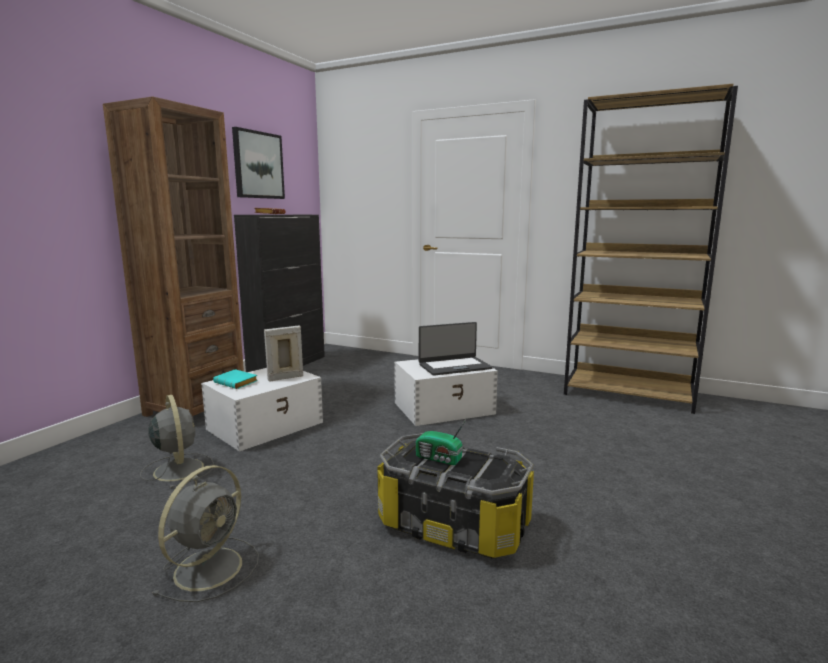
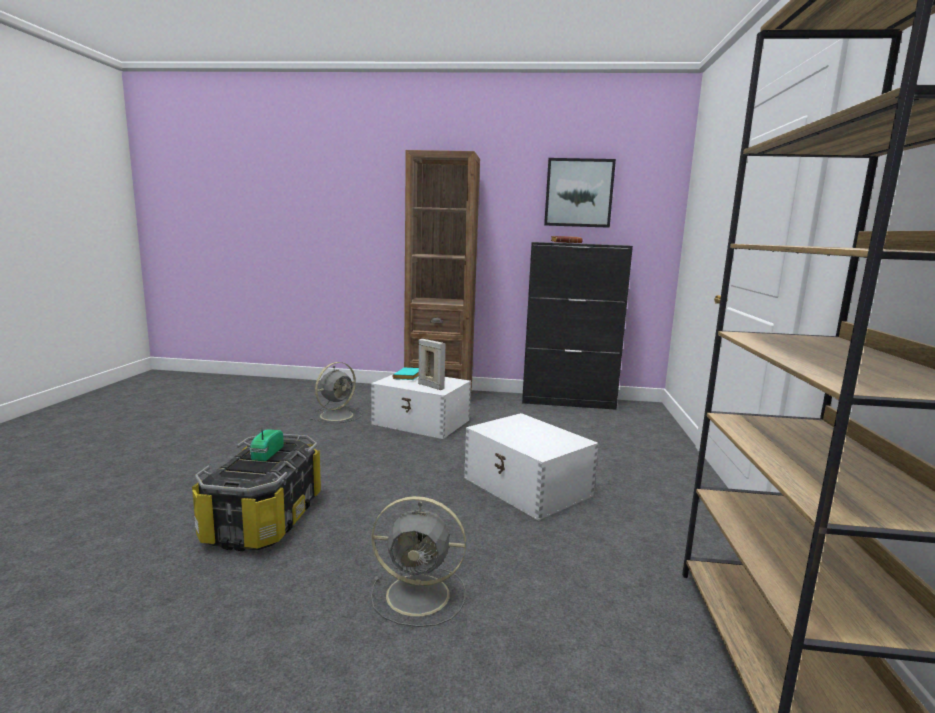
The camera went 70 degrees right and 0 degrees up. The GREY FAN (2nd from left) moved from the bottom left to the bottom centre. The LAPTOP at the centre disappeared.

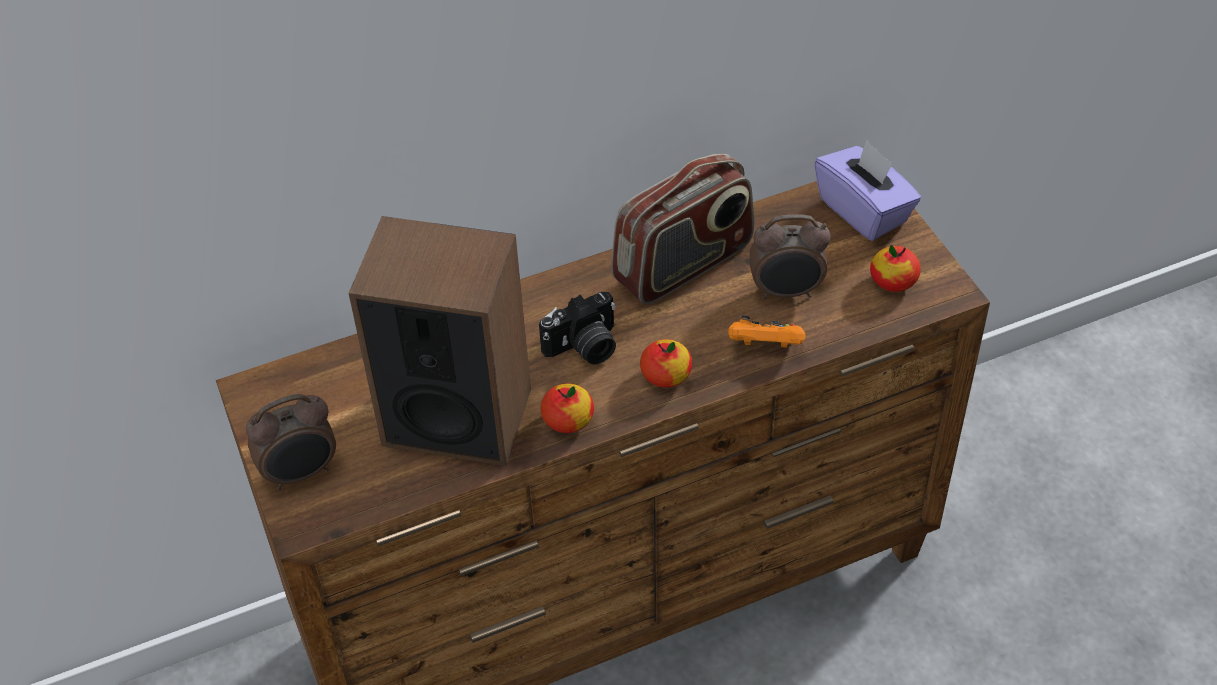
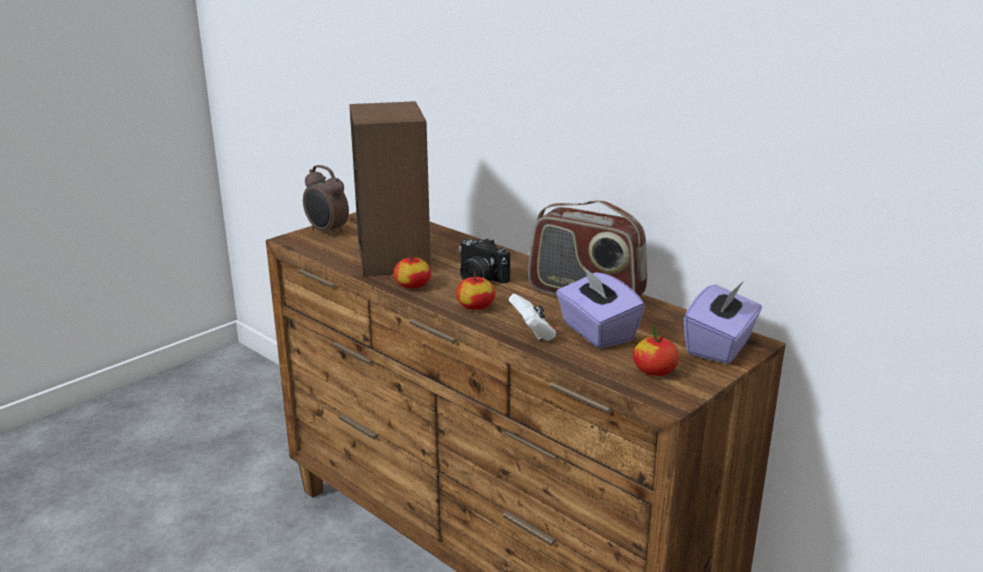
The camera went 65 degrees right and 25 degrees down. The ORANGE GAME CONTROLLER at the centre became the WHITE GAME CONTROLLER at the centre. The ALARM CLOCK (2nd from left) at the centre was replaced by the PURPLE TISSUE BOX (1st from left) at the centre.

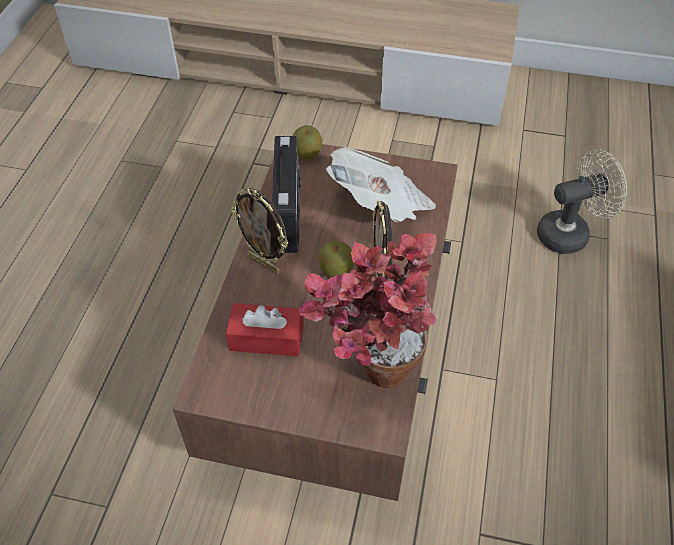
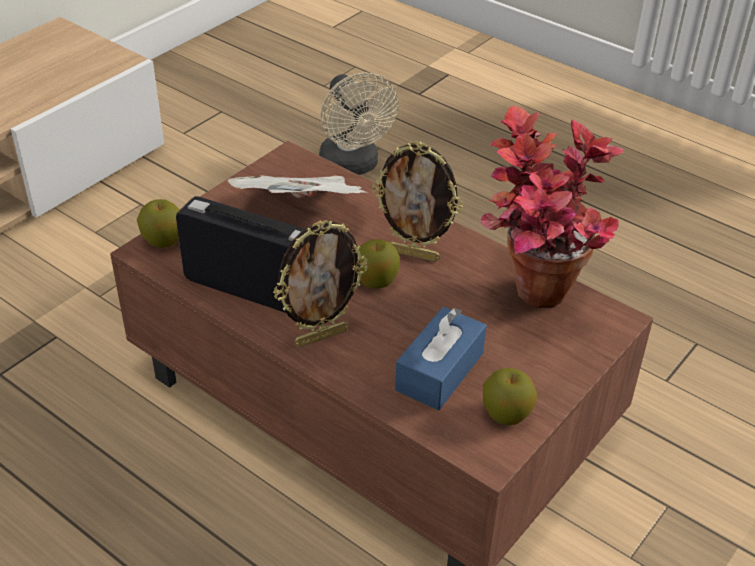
The camera went 65 degrees left and 10 degrees down. The BEIGE FAN at the middle right turned 150 degrees clockwise. The RED TISSUE BOX at the centre became the BLUE TISSUE BOX at the centre. The APPLE (3rd from left) at the bottom right appeared.

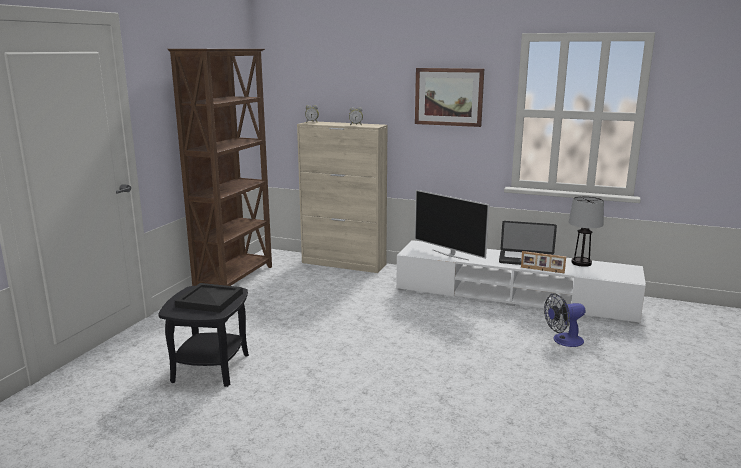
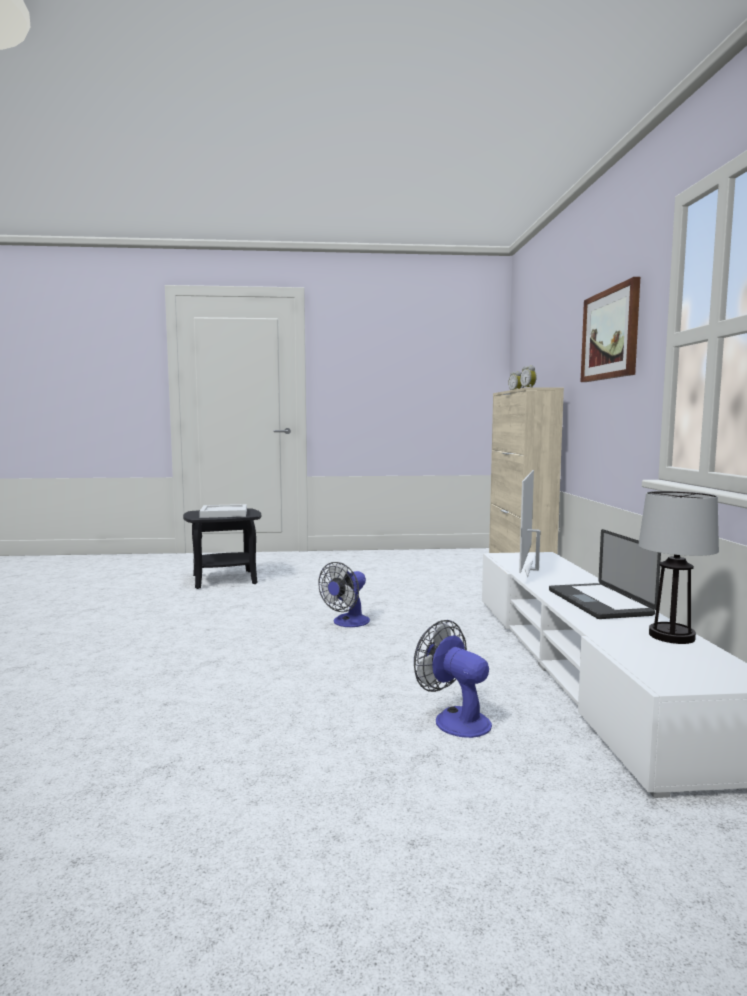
The camera went 65 degrees right and 10 degrees down. The BLACK TRAY at the middle left became the WHITE TRAY at the middle left. The FAN (1st from left) at the centre appeared. The BROWN BOOKCASE at the middle left disappeared. The PICTURE FRAME at the middle right disappeared.

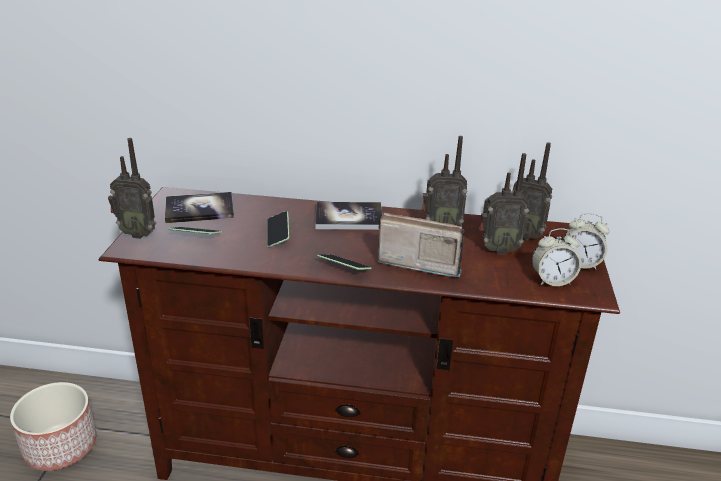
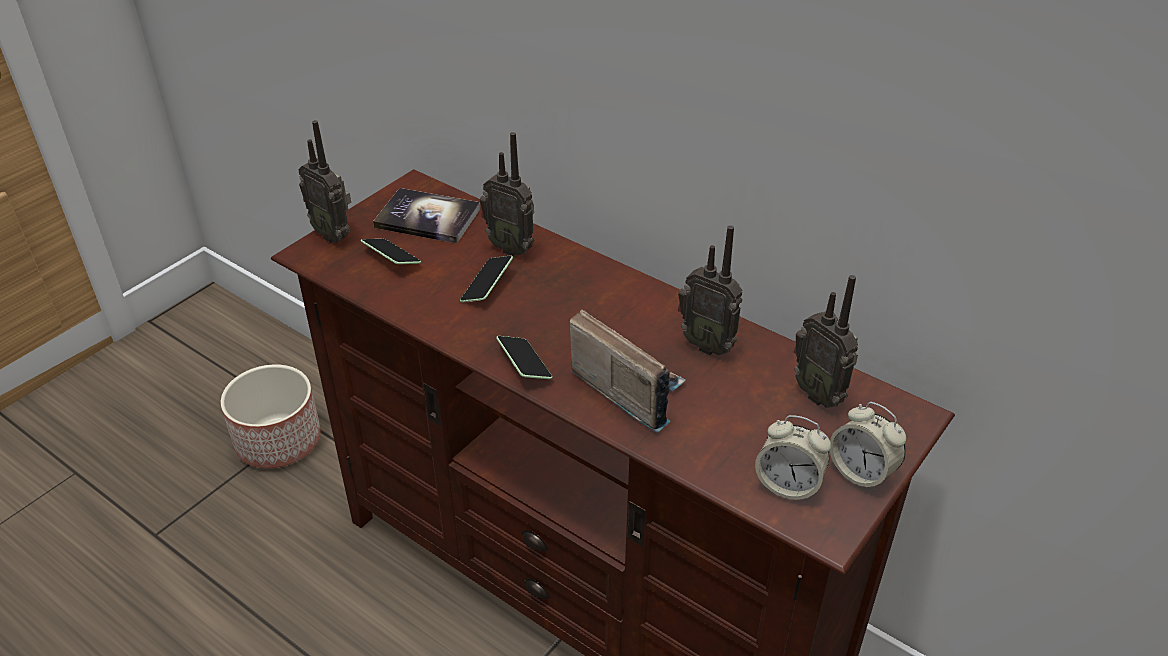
The camera went 30 degrees right and 10 degrees up. The RADIO (4th from left in the first image) moved from the middle right to the top centre. The BOOK (2nd from left) at the centre disappeared.

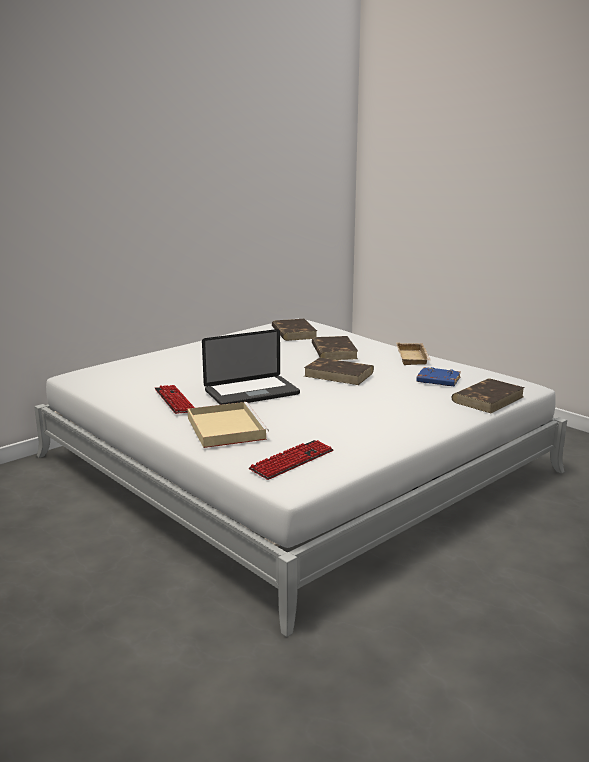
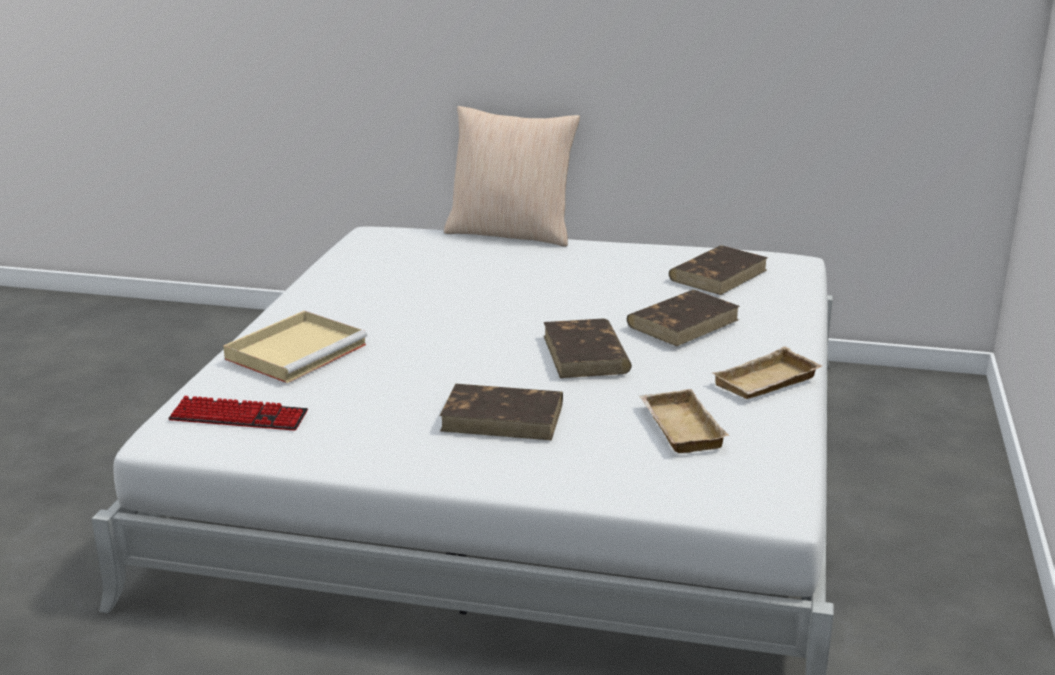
The camera went 55 degrees right and 5 degrees up. The BROWN BOOK (4th from left in the first image) moved from the middle right to the centre. The BEIGE PILLOW at the top centre appeared. The BLUE BOOK at the middle right was replaced by the BEIGE TRAY (2nd from left) at the centre. The KEYBOARD (1st from left) at the middle left disappeared. The LAPTOP at the centre disappeared.

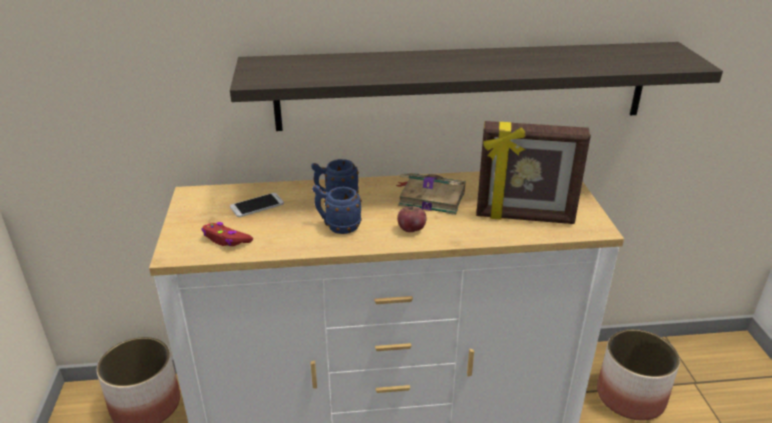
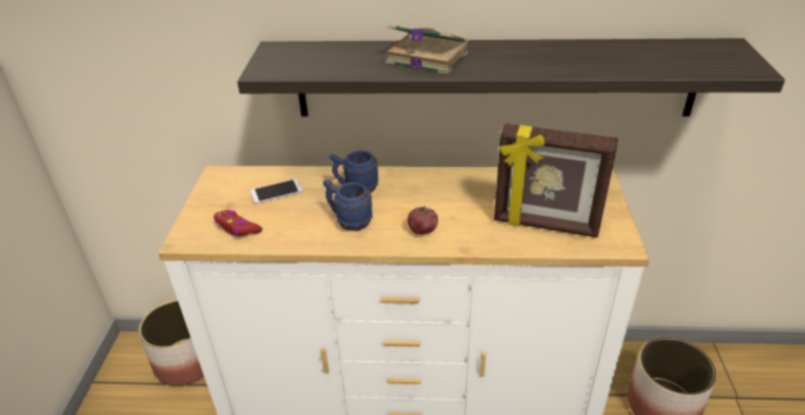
The camera went 10 degrees right and 5 degrees up. The BOOK moved from the centre to the top centre.

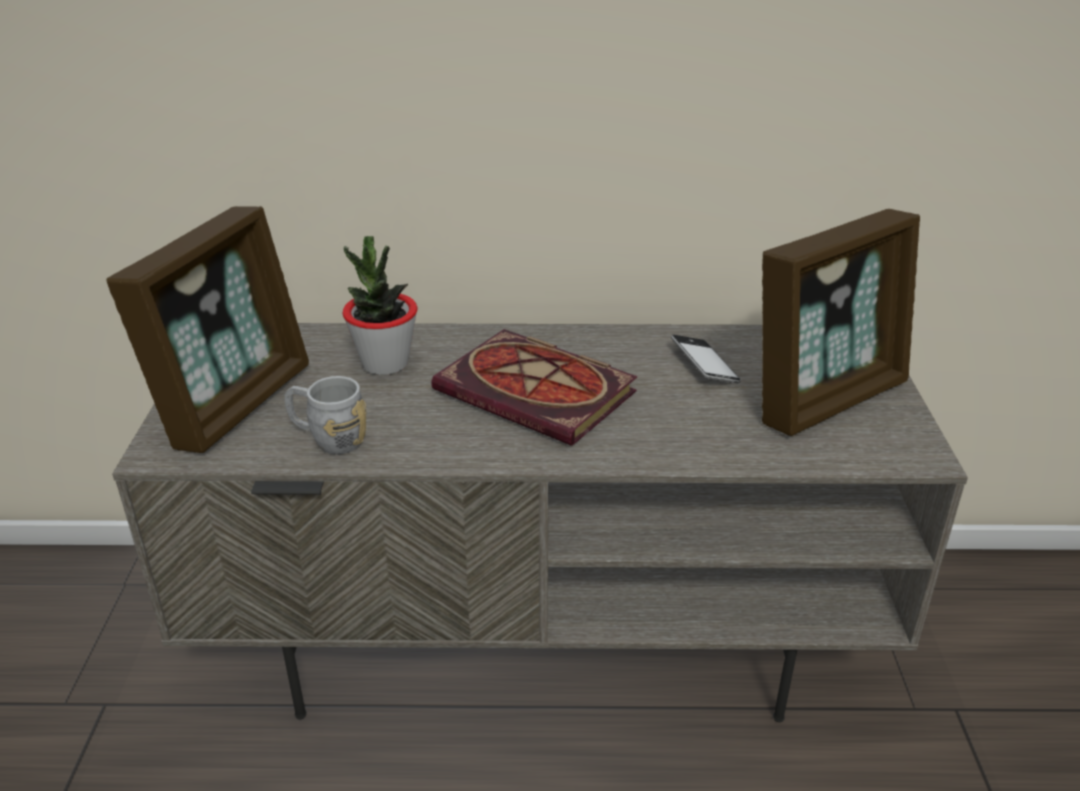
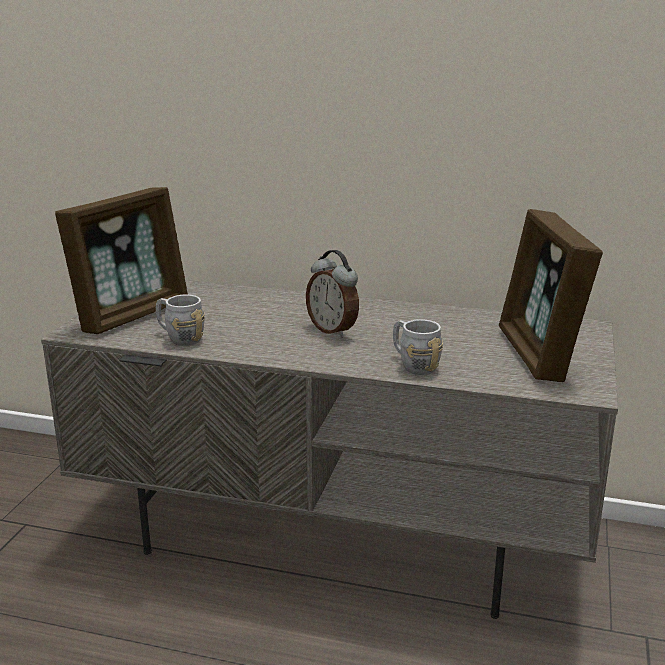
The camera went 15 degrees right and 10 degrees down. The BOOK at the centre was replaced by the ALARM CLOCK at the centre. The GREY MUG (2nd from left) at the centre appeared. The PICTURE FRAME (2nd from left) at the middle right turned 105 degrees clockwise. The POTTED PLANT at the centre disappeared. The PHONE at the centre disappeared.

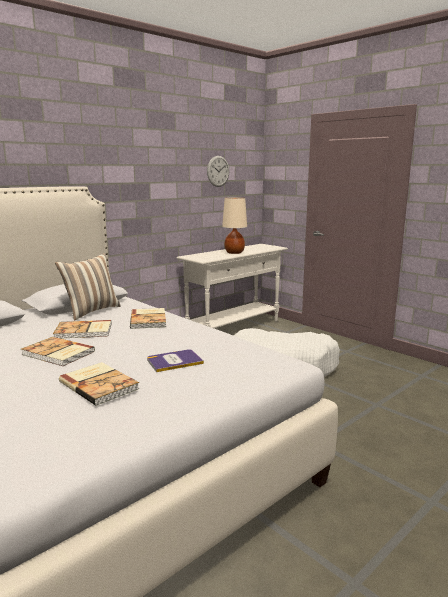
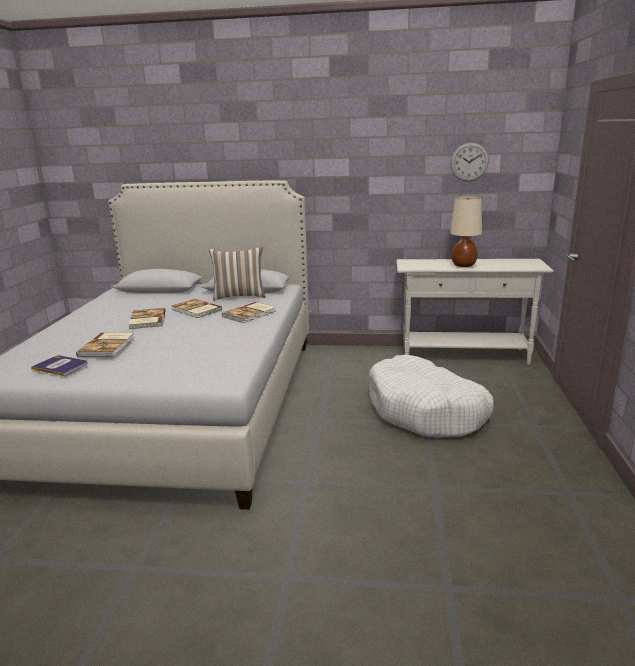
The camera went 50 degrees right and 5 degrees up. The BOOK (5th from left in the first image) moved from the centre to the middle left.

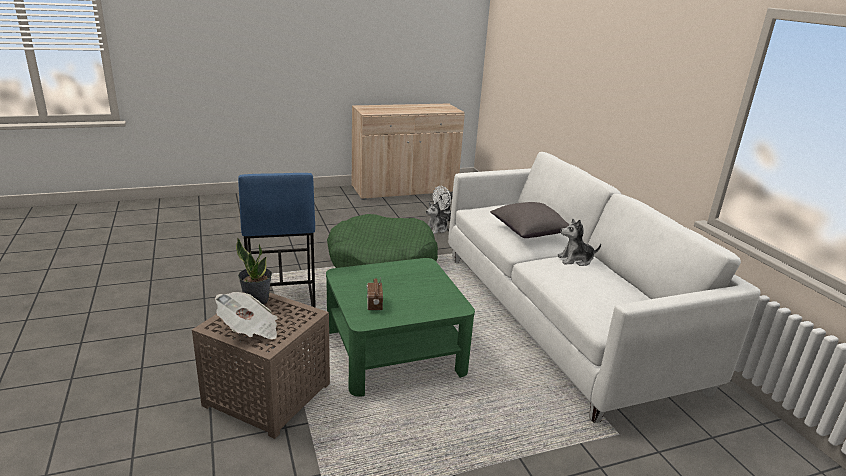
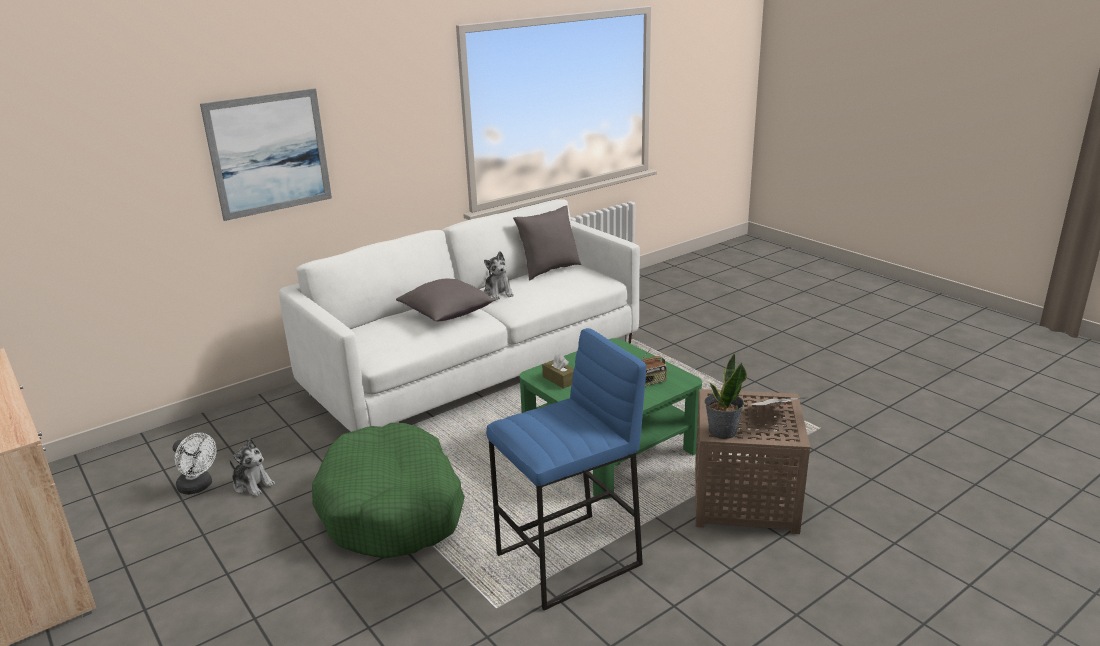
The camera went 105 degrees left and 0 degrees up. The PICTURE at the top left appeared. The GREY PILLOW (2nd from left) at the centre appeared. The BROWN TISSUE BOX at the centre appeared.

